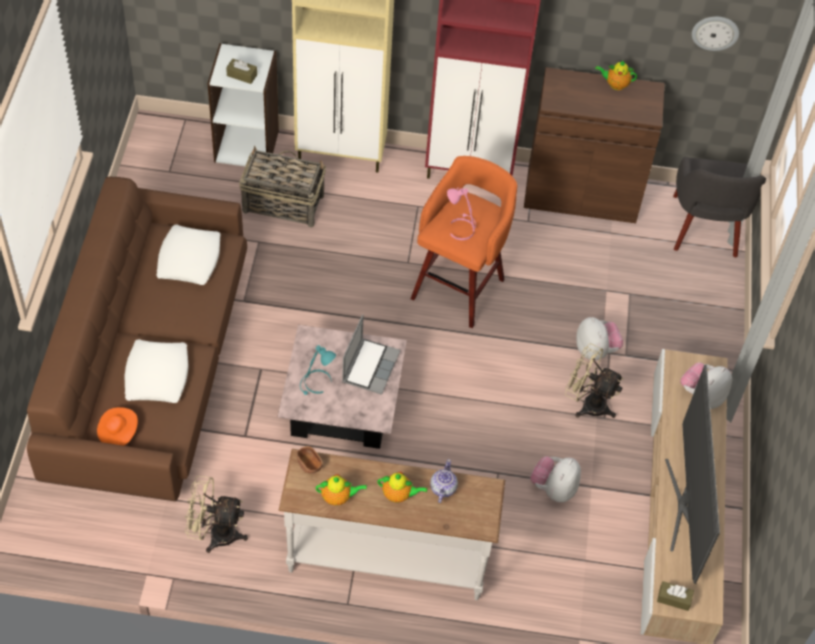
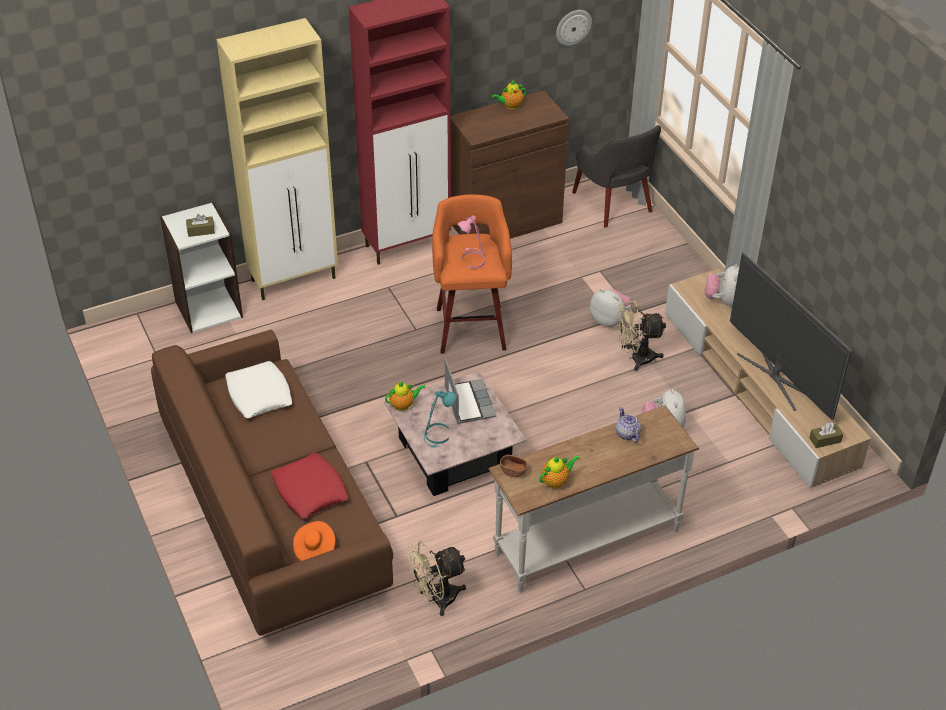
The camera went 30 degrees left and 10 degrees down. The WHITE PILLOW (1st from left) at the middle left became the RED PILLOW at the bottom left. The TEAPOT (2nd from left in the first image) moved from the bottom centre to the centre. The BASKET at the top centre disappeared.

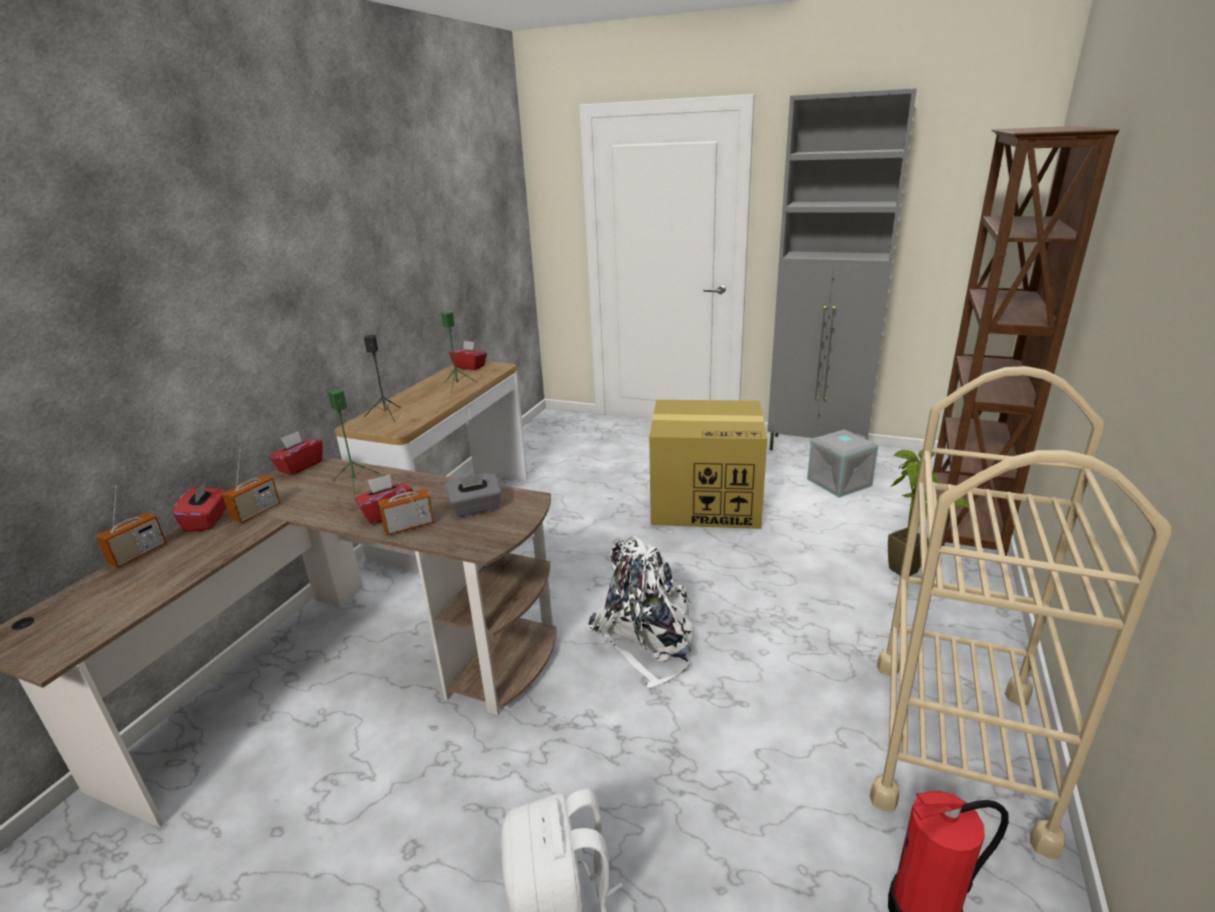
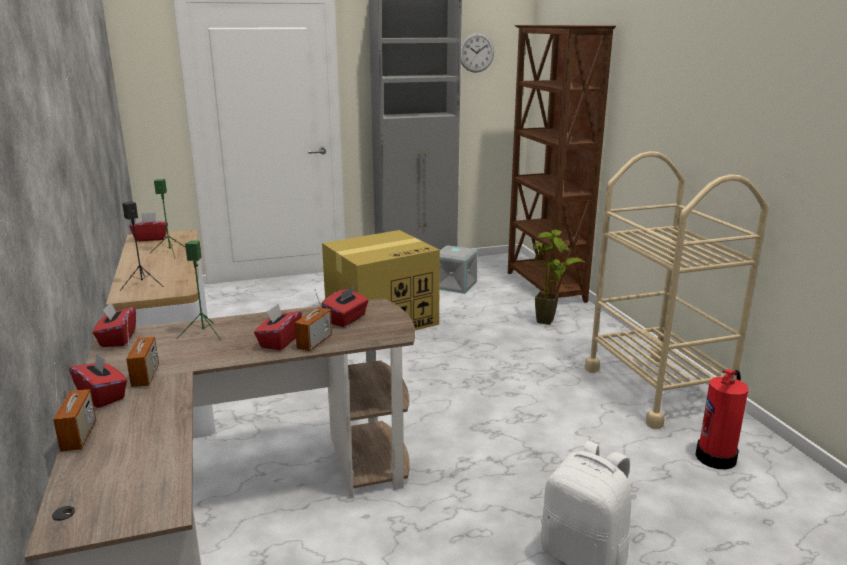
The camera went 40 degrees left and 5 degrees down. The GREY TISSUE BOX at the centre became the RED TISSUE BOX (5th from left) at the centre. The WALL CLOCK at the top centre appeared. The WHITE BACKPACK (2nd from left) at the bottom centre disappeared.

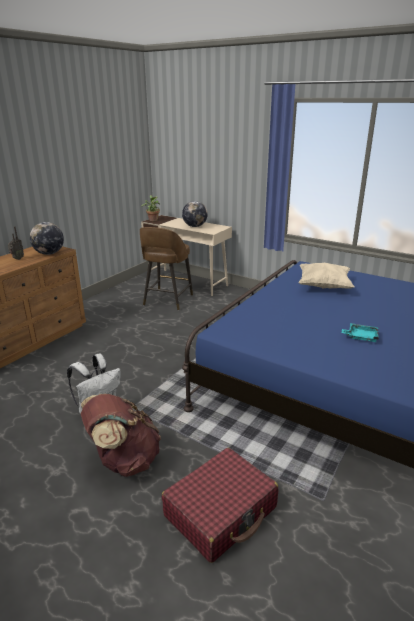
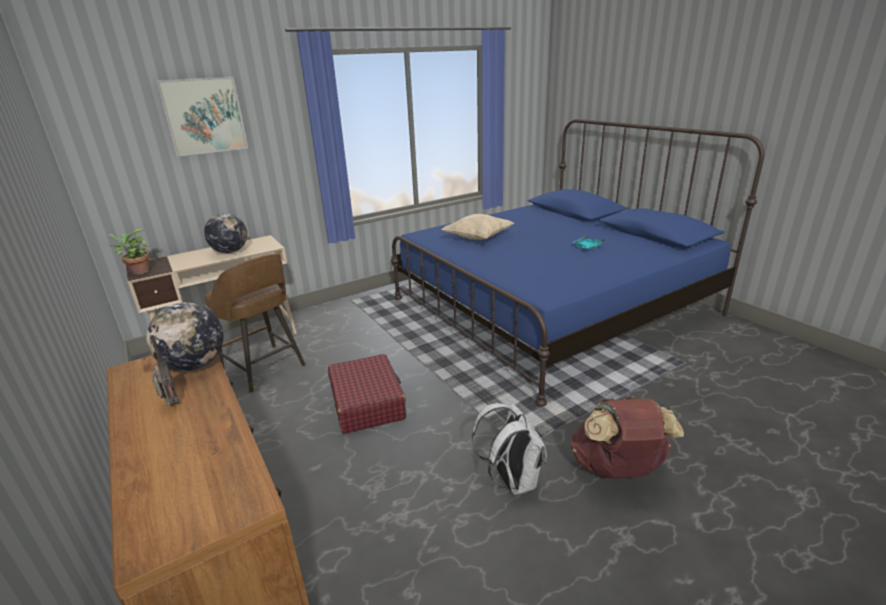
The camera went 65 degrees left and 0 degrees up. The PICTURE at the top left appeared. The RED SUITCASE moved from the bottom centre to the centre.

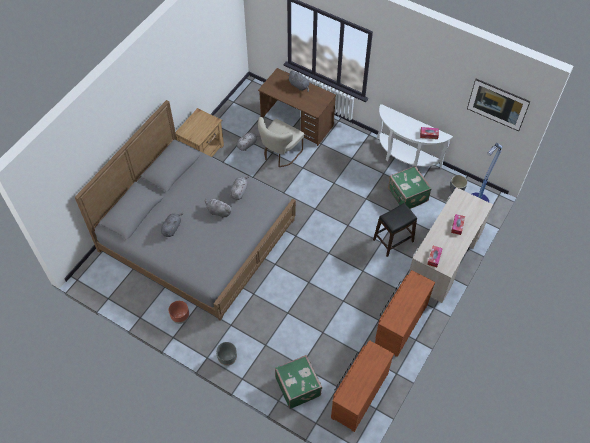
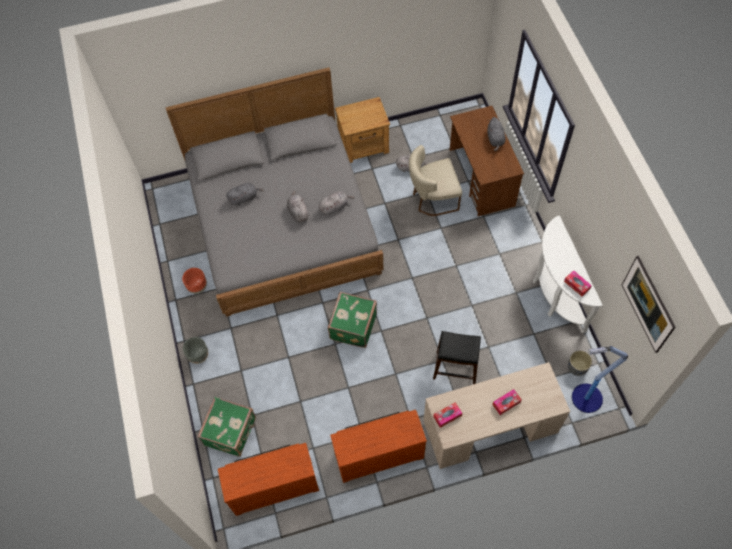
The camera went 45 degrees right and 5 degrees up. The GREEN SUITCASE (2nd from left) moved from the middle right to the centre.

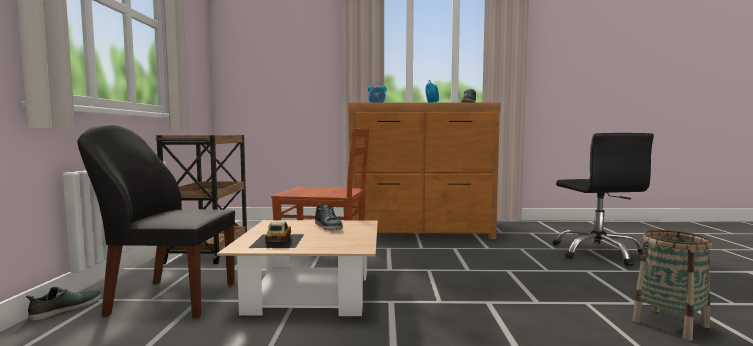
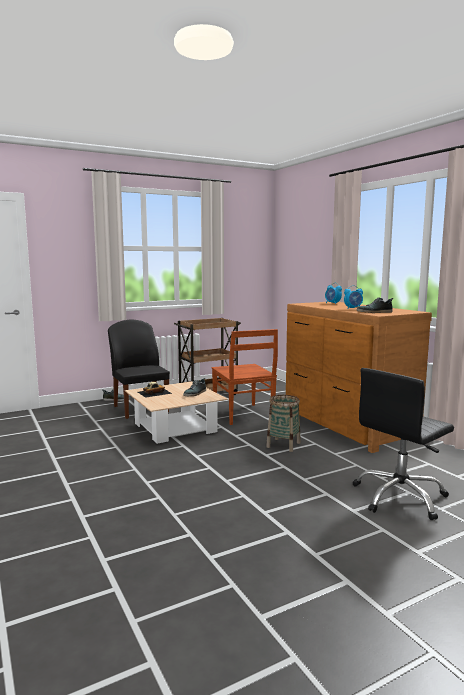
The camera went 60 degrees right and 5 degrees up. The BASKET moved from the bottom right to the centre.

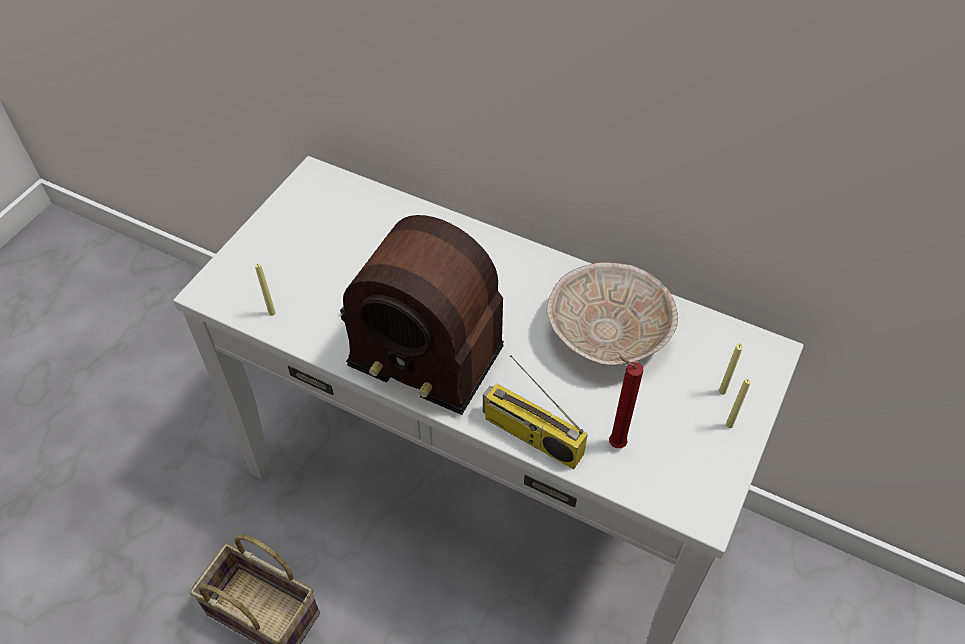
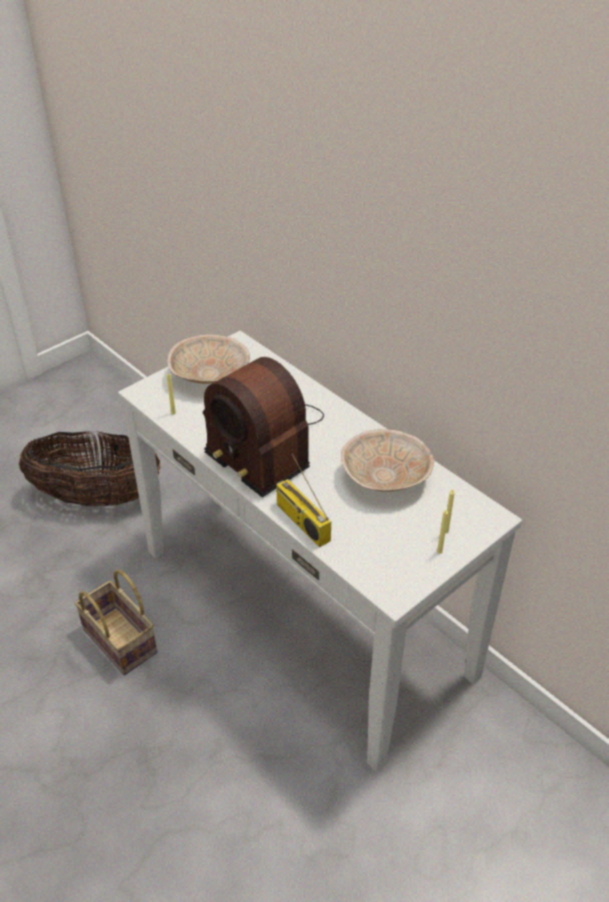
The camera went 20 degrees right and 10 degrees down. The BASKET (1st from left) at the middle left appeared. The BEIGE BOWL (1st from left) at the centre appeared. The RED CANDLE at the centre disappeared.

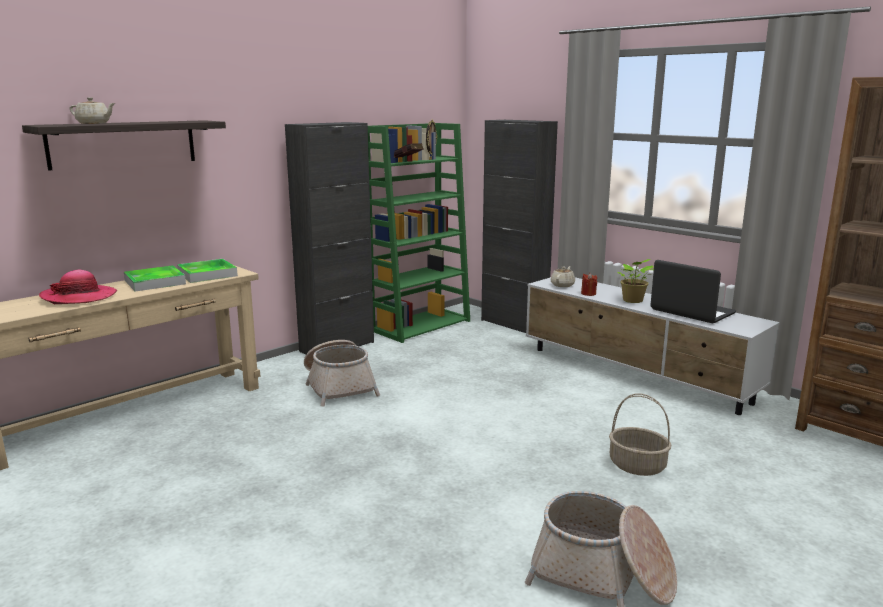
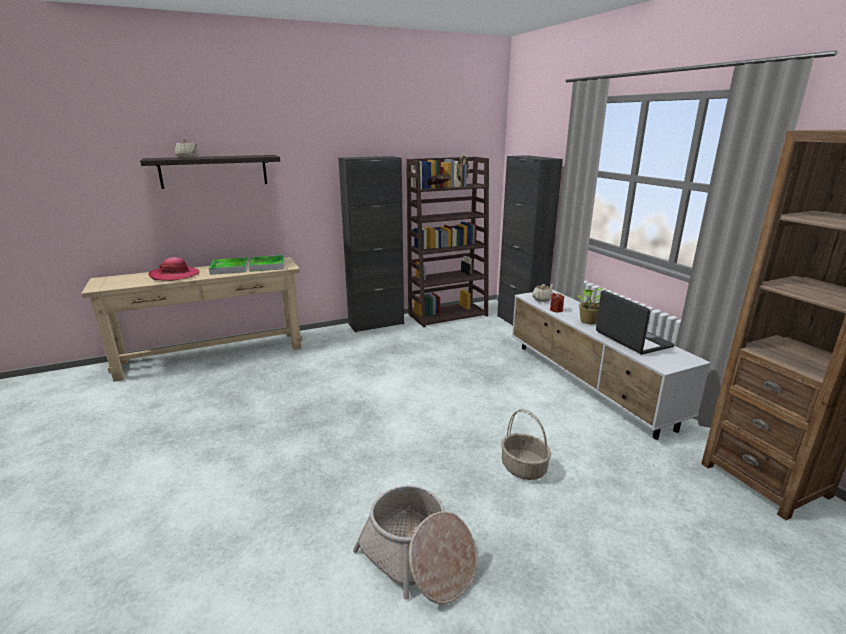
The camera went 20 degrees right and 5 degrees up. The GREEN BOOKCASE at the centre became the BROWN BOOKCASE (1st from left) at the centre. The BASKET (1st from left) at the centre disappeared.

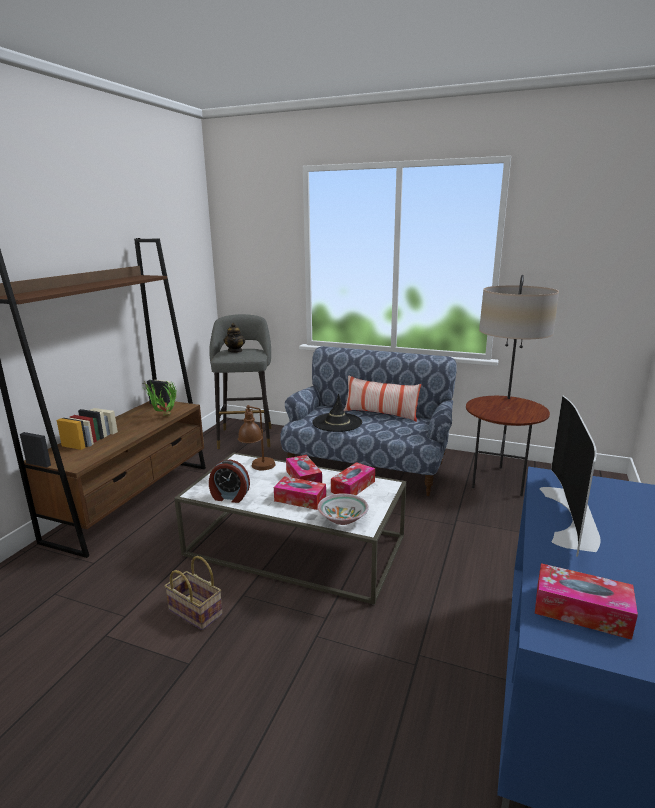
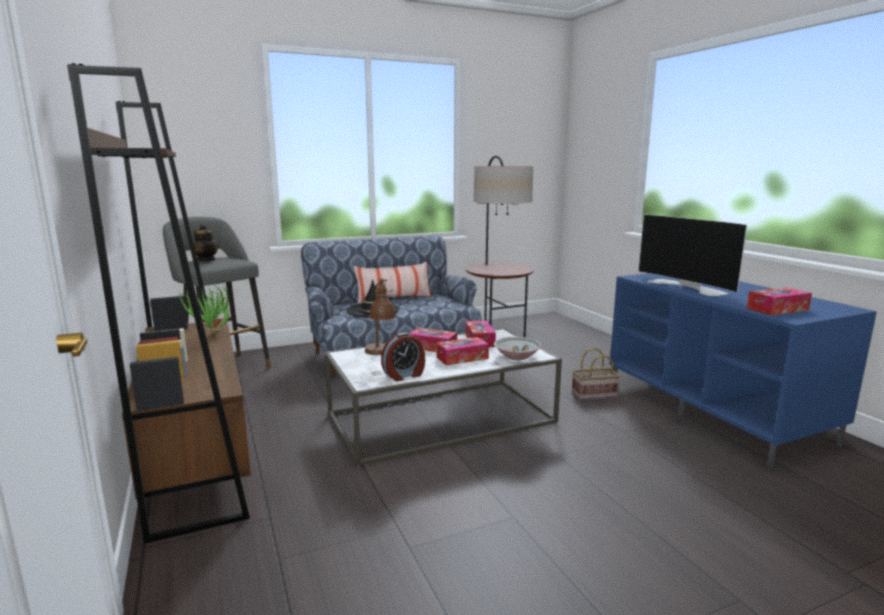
The camera went 45 degrees left and 5 degrees down. The BASKET moved from the bottom left to the middle right.

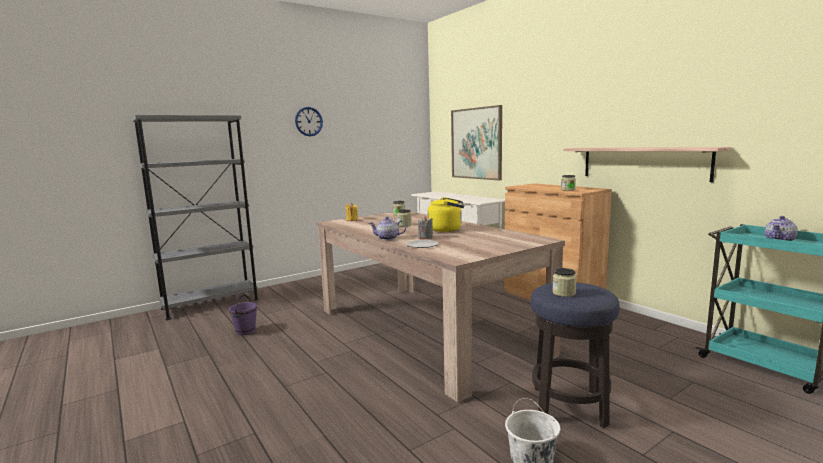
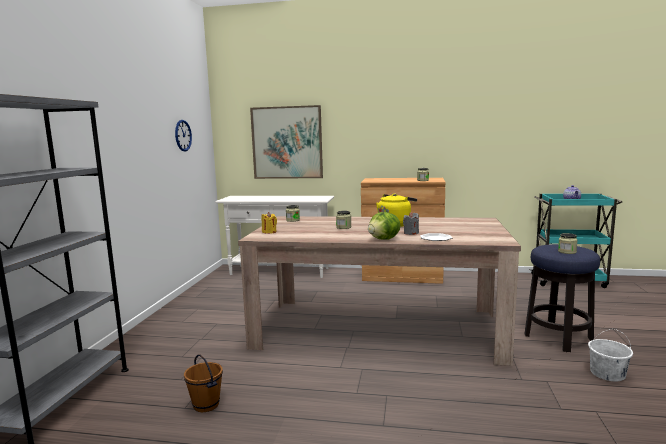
The camera went 45 degrees left and 0 degrees up. The WALL CLOCK moved from the top centre to the top left. The PURPLE BUCKET at the bottom left became the BROWN BUCKET at the bottom left. The TEAPOT (1st from left) at the centre was replaced by the LETTUCE at the centre. The SHELF at the middle right disappeared.

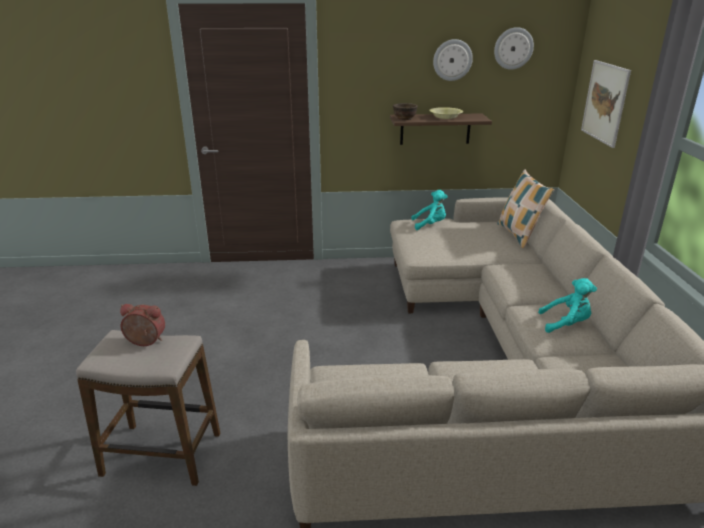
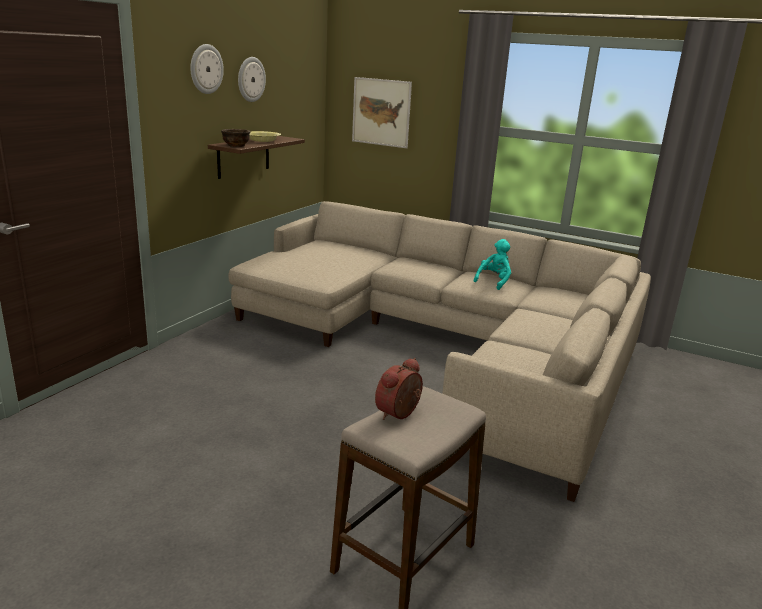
The camera went 60 degrees left and 5 degrees down. The WALL CLOCK (2nd from left in the first image) moved from the top right to the top left. The TURQUOISE PLUSH TOY (1st from left) at the centre disappeared. The PILLOW at the middle right disappeared.

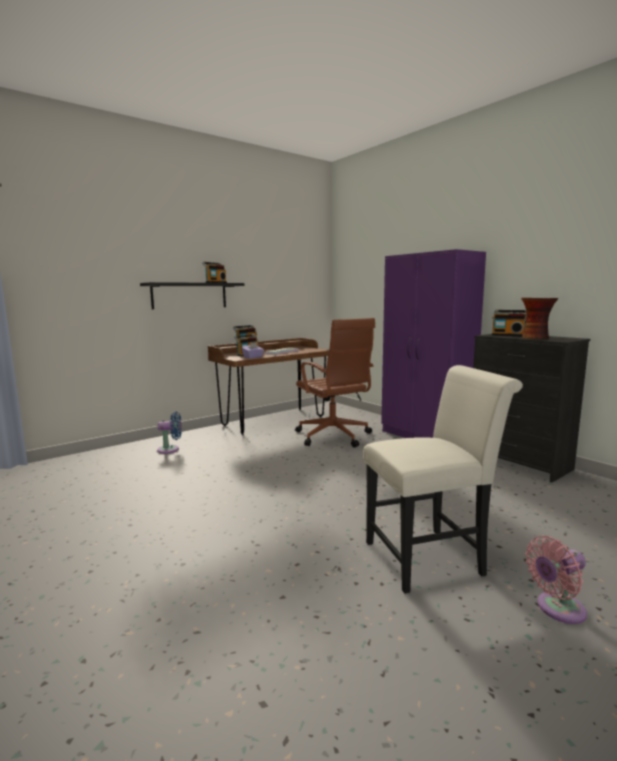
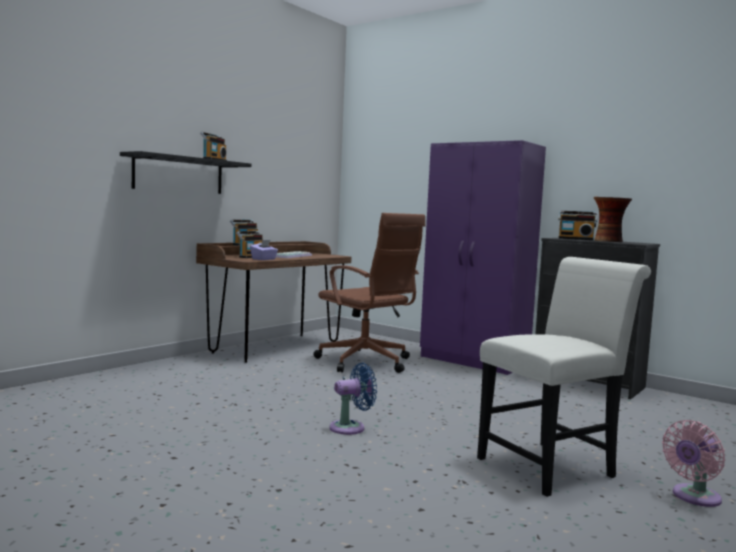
The camera went 15 degrees left and 5 degrees down. The BLUE FAN moved from the middle left to the bottom centre.

